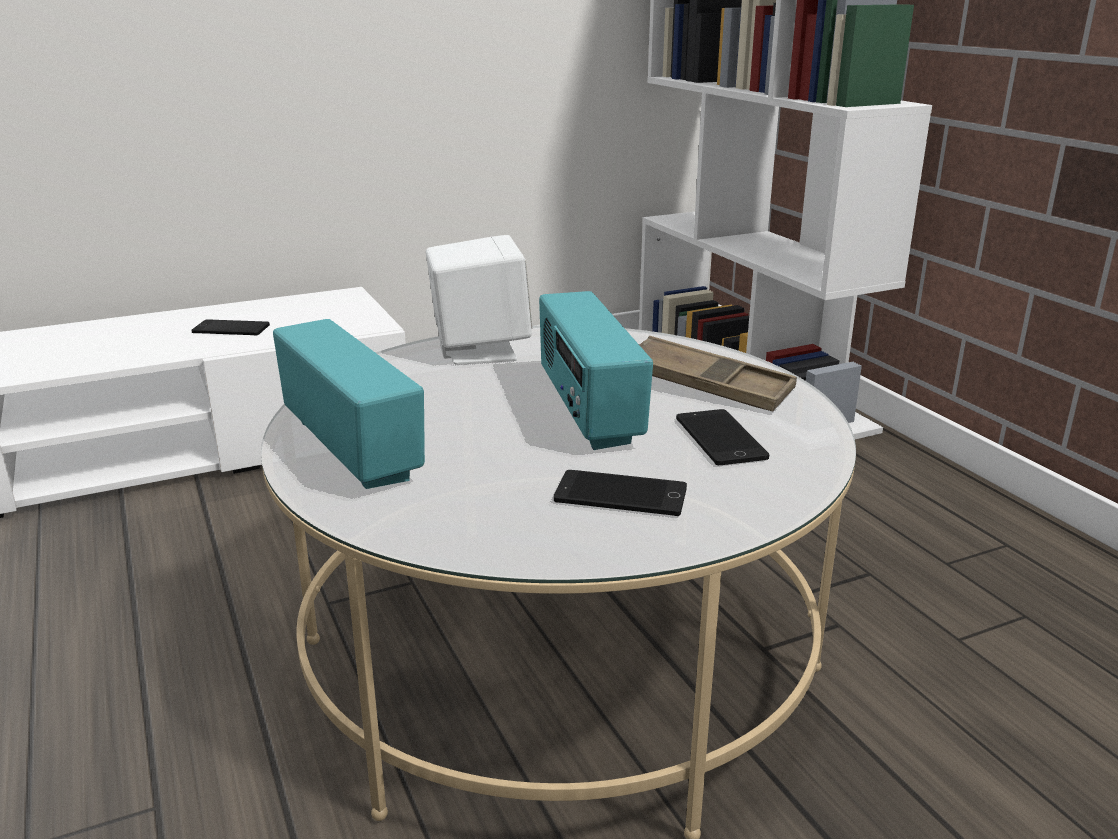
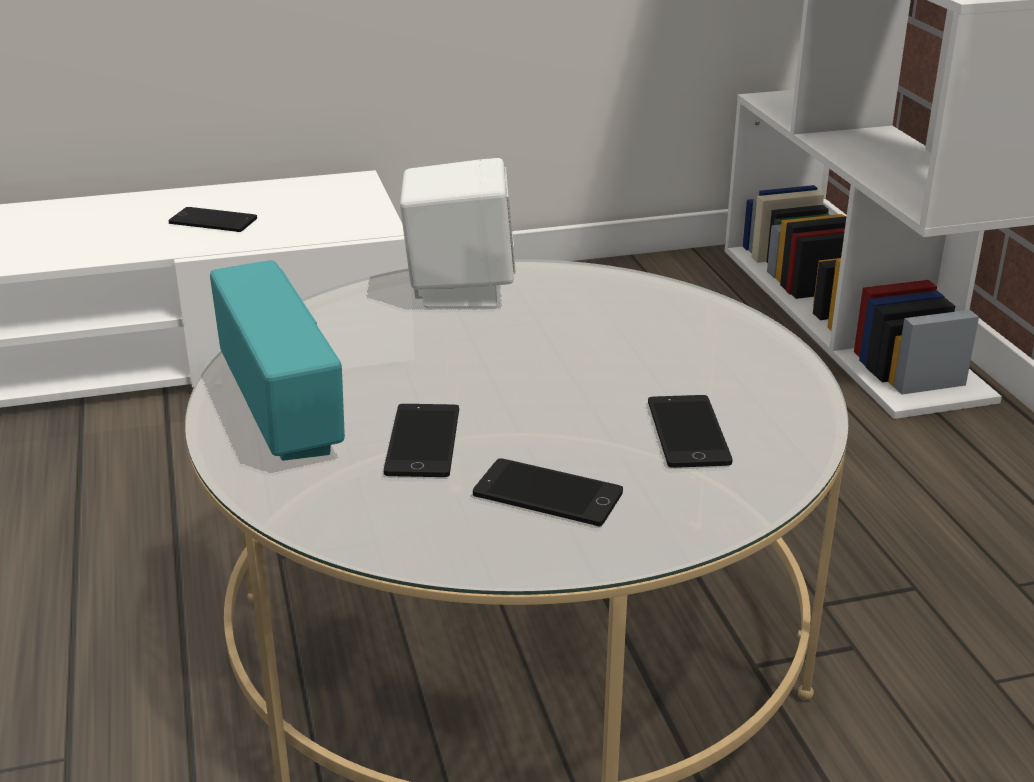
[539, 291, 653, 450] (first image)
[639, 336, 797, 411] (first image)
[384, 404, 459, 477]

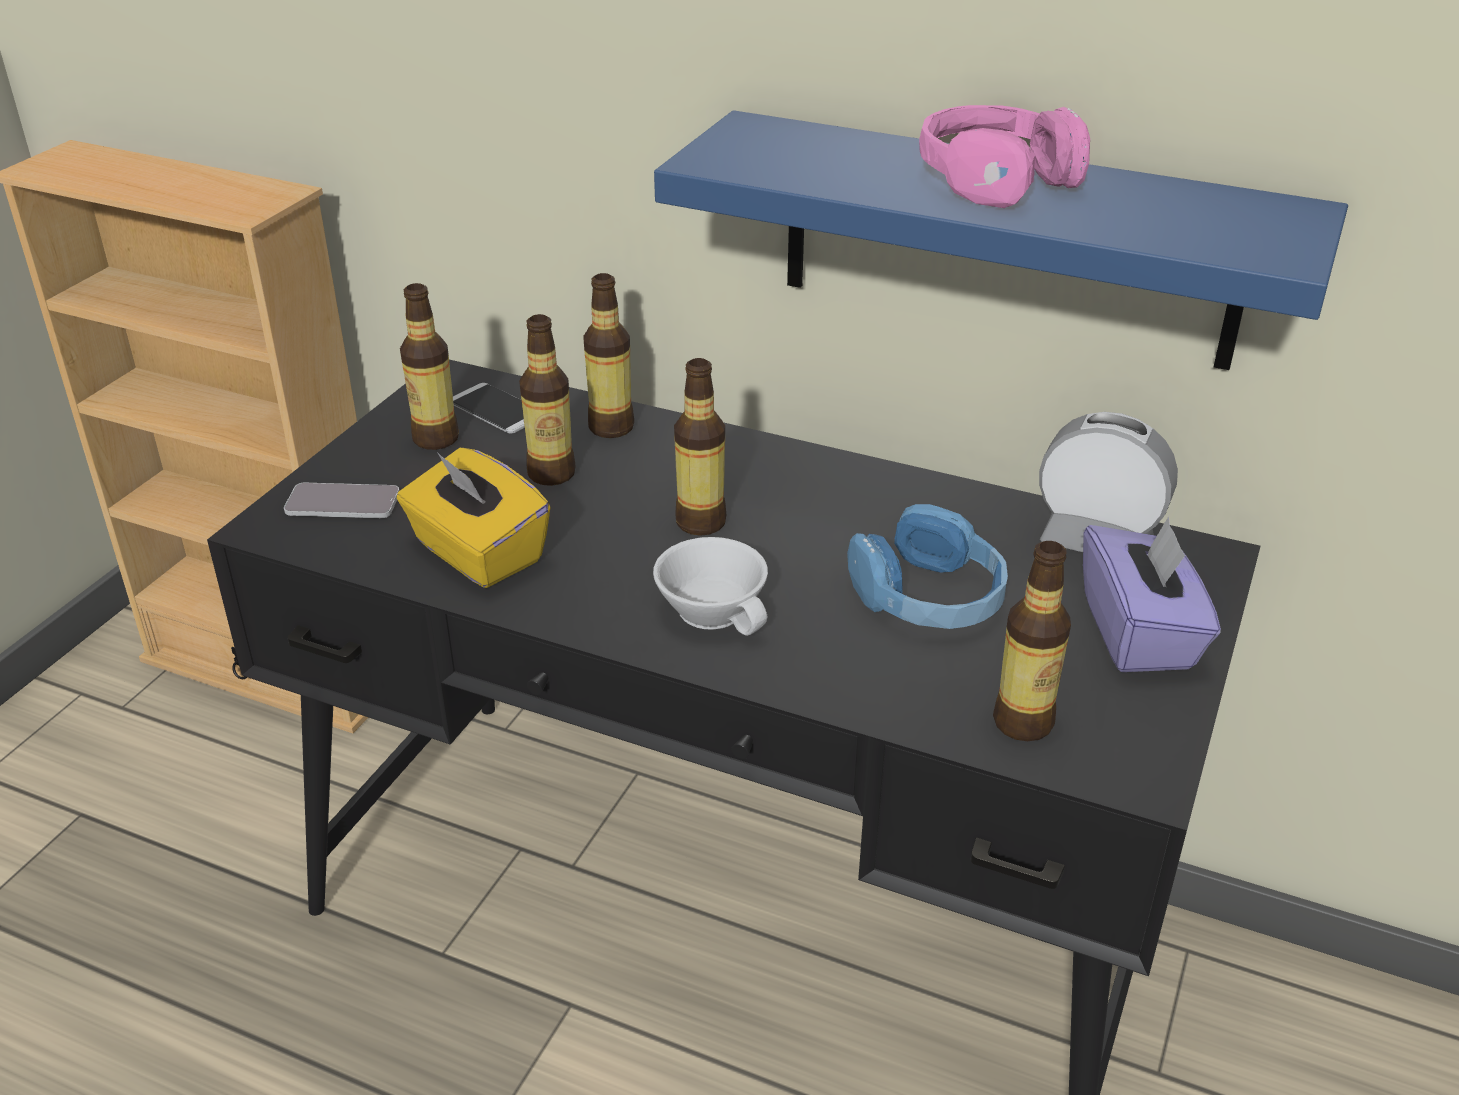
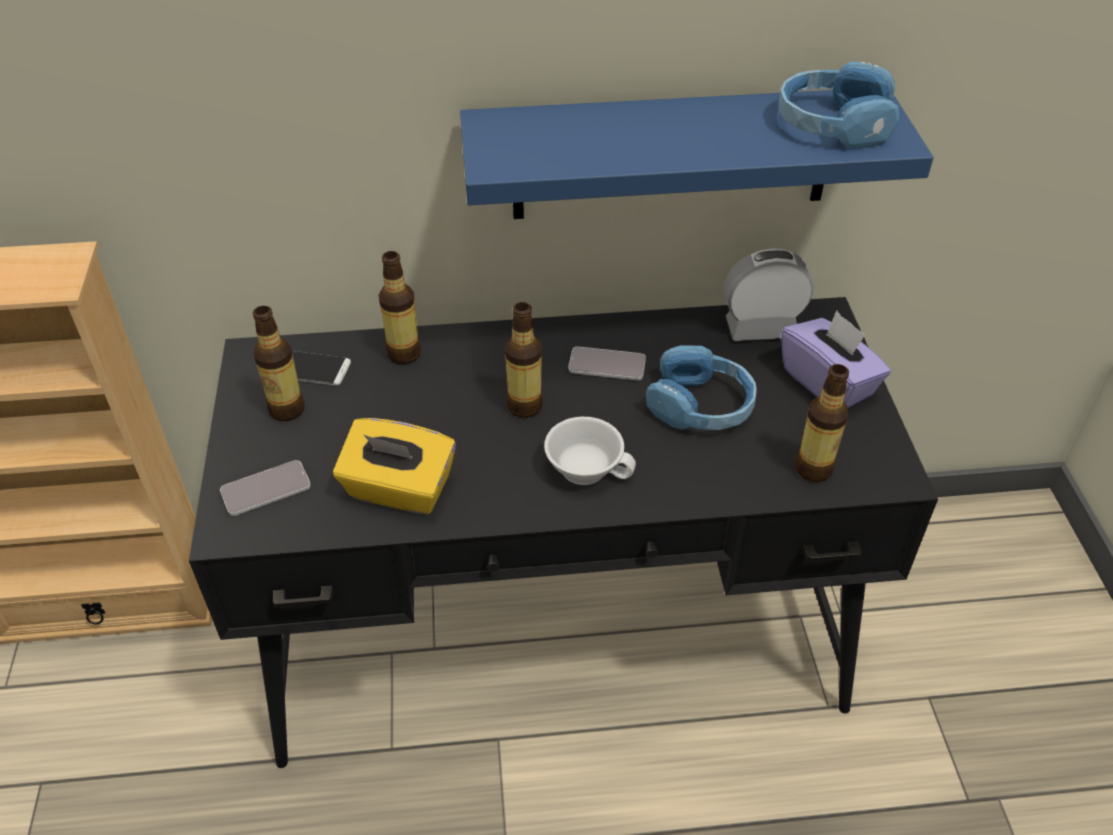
[919, 105, 1090, 208] (first image)
[519, 314, 576, 486] (first image)
[778, 61, 900, 148]
[568, 347, 646, 381]

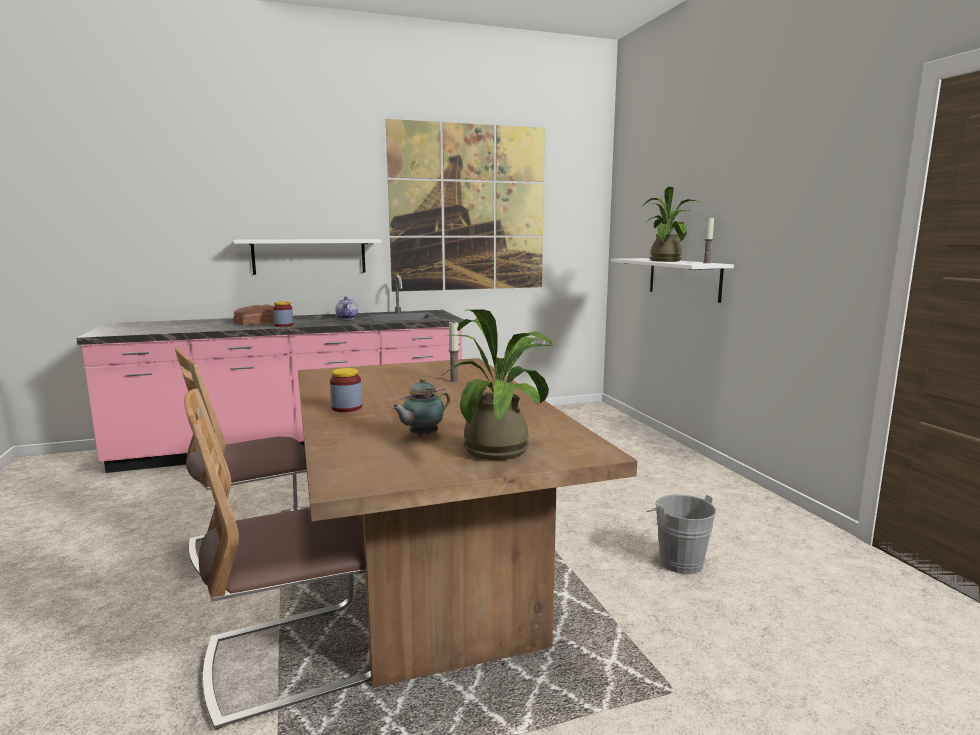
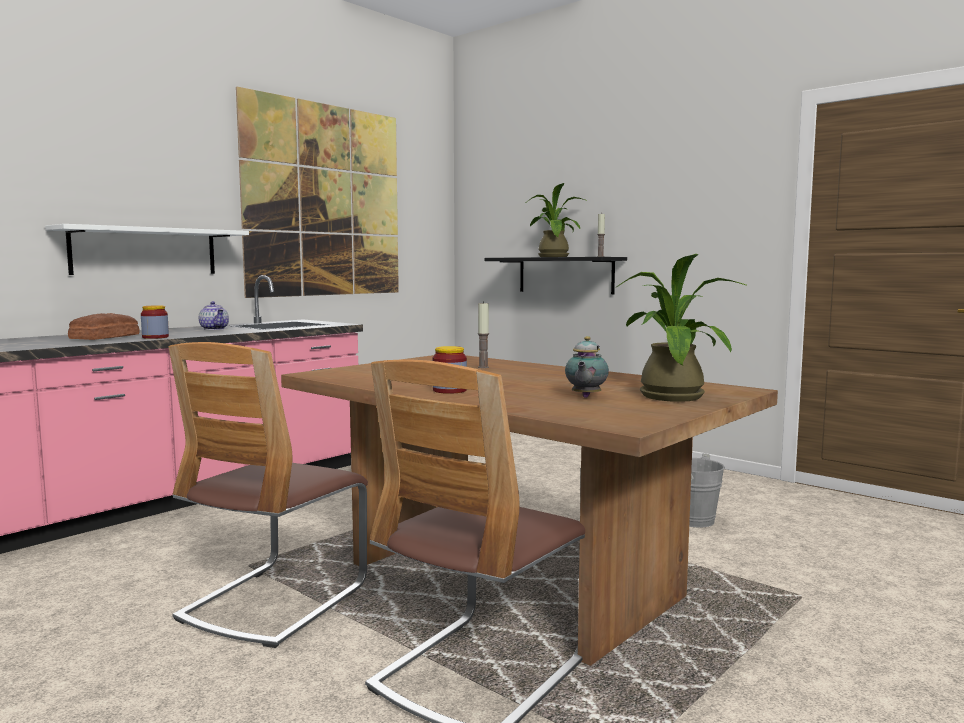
[485, 257, 627, 294]

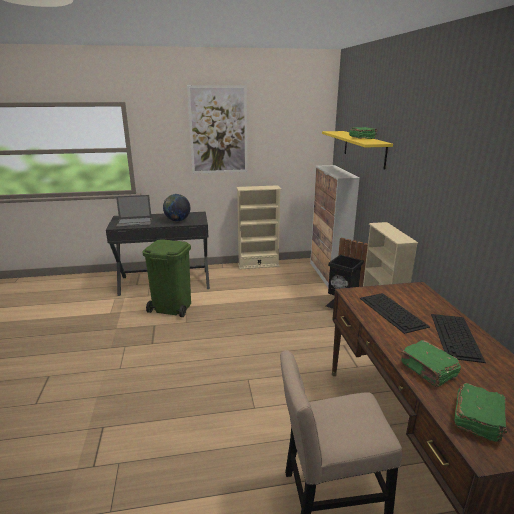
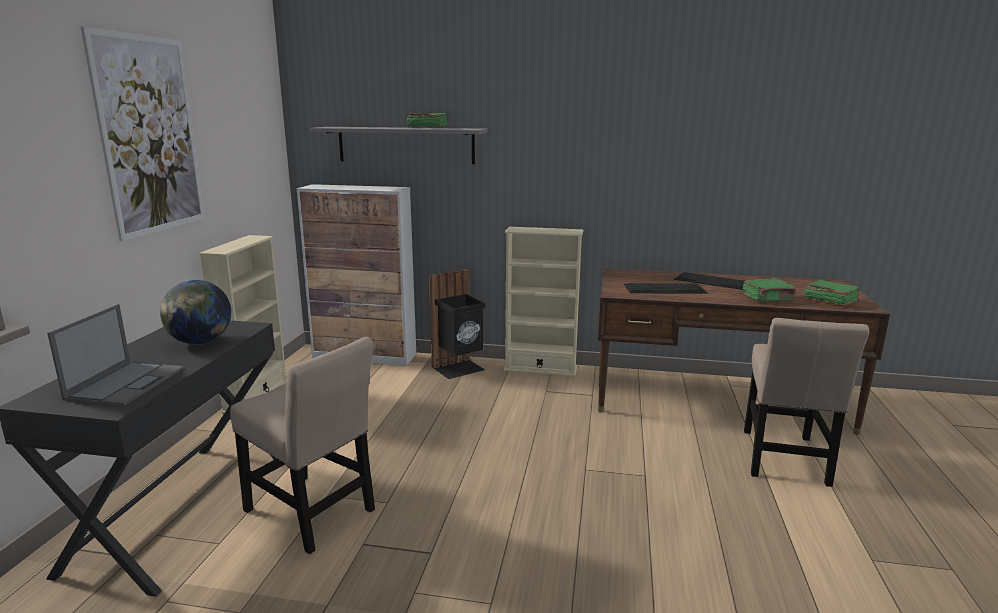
[310, 127, 488, 164]
[230, 337, 375, 554]

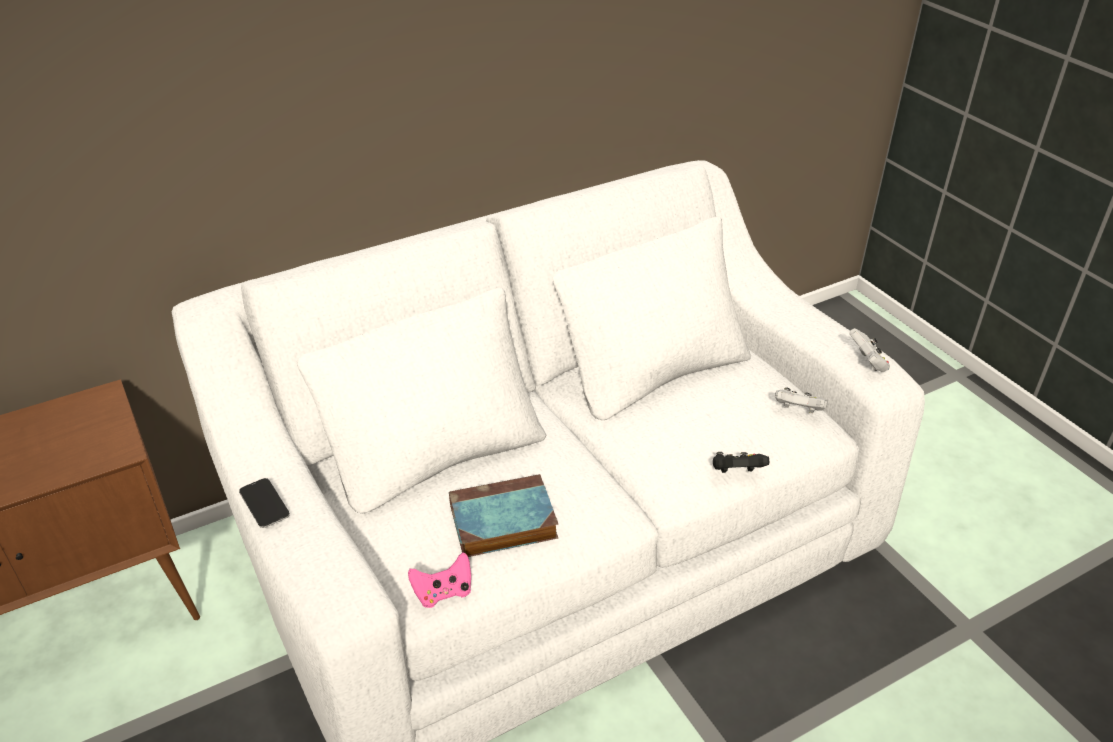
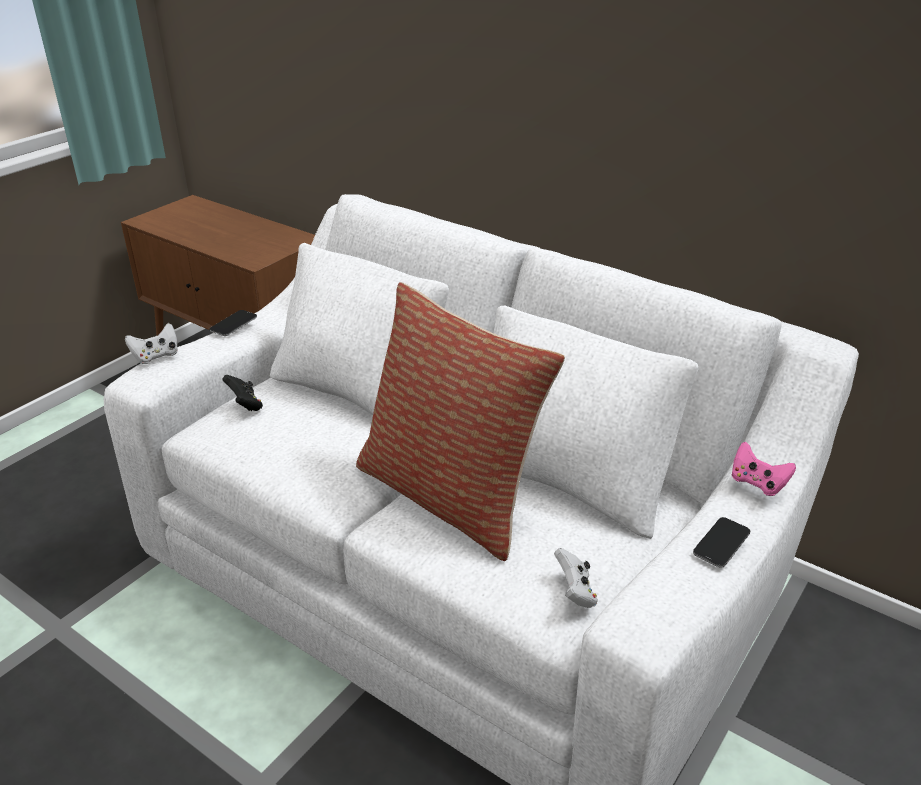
[125, 323, 178, 364]
[222, 375, 263, 411]
[449, 474, 558, 557] (first image)
[731, 442, 796, 496]
[356, 282, 565, 561]
[693, 517, 750, 568]

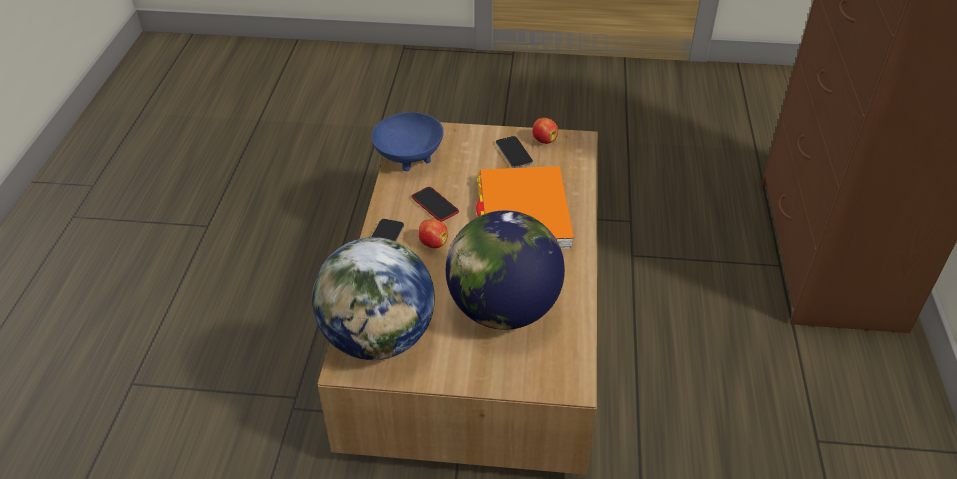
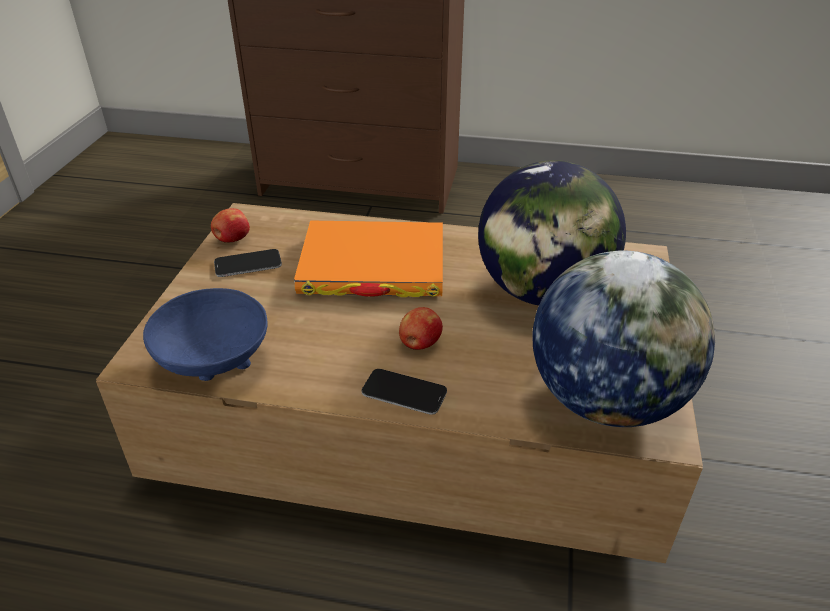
[411, 187, 459, 222] (first image)

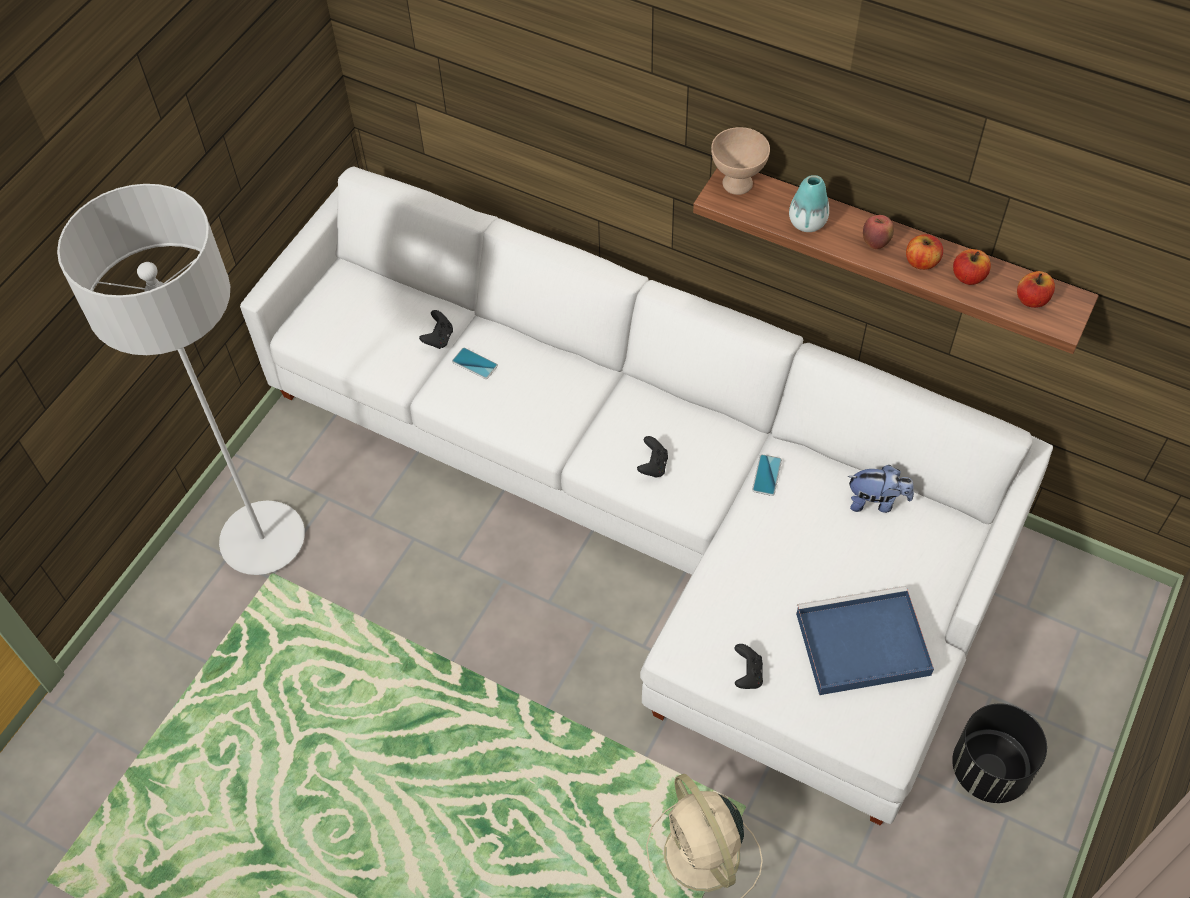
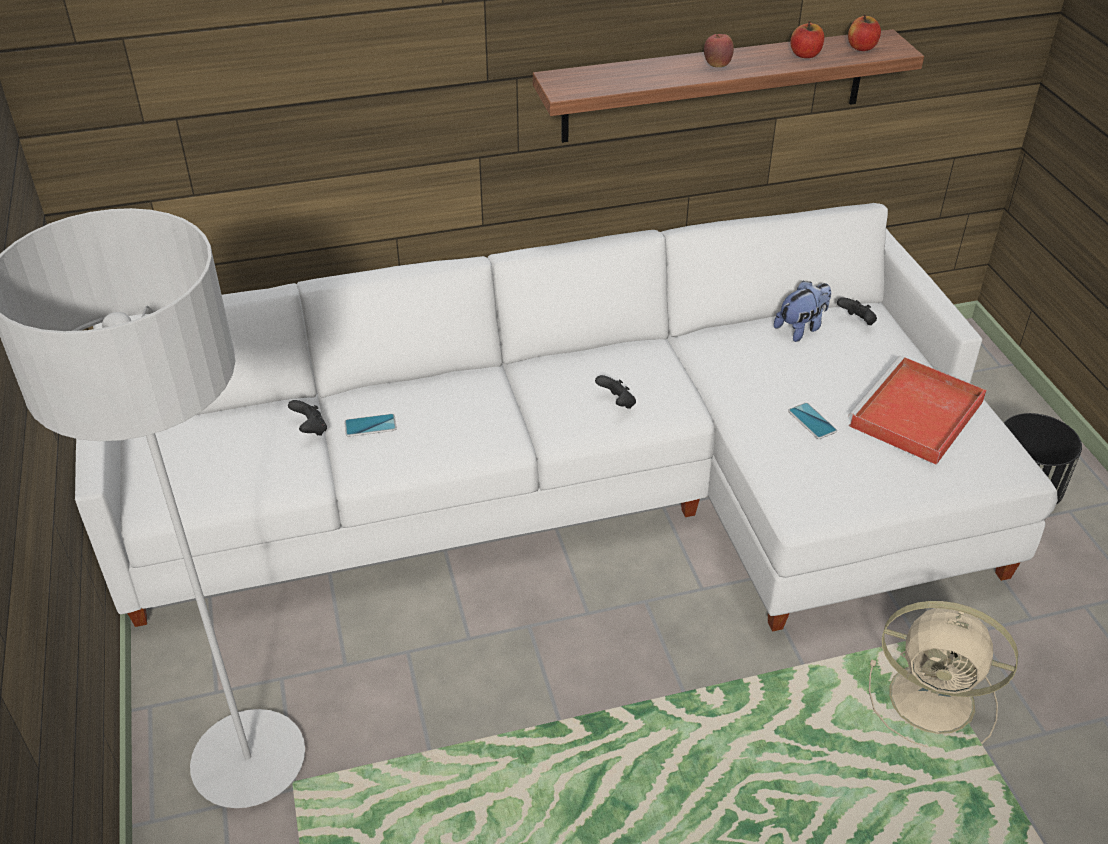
[711, 127, 770, 195] (first image)
[789, 175, 829, 232] (first image)
[906, 234, 943, 270] (first image)
[788, 403, 837, 439]
[848, 356, 987, 465]
[837, 297, 877, 325]

